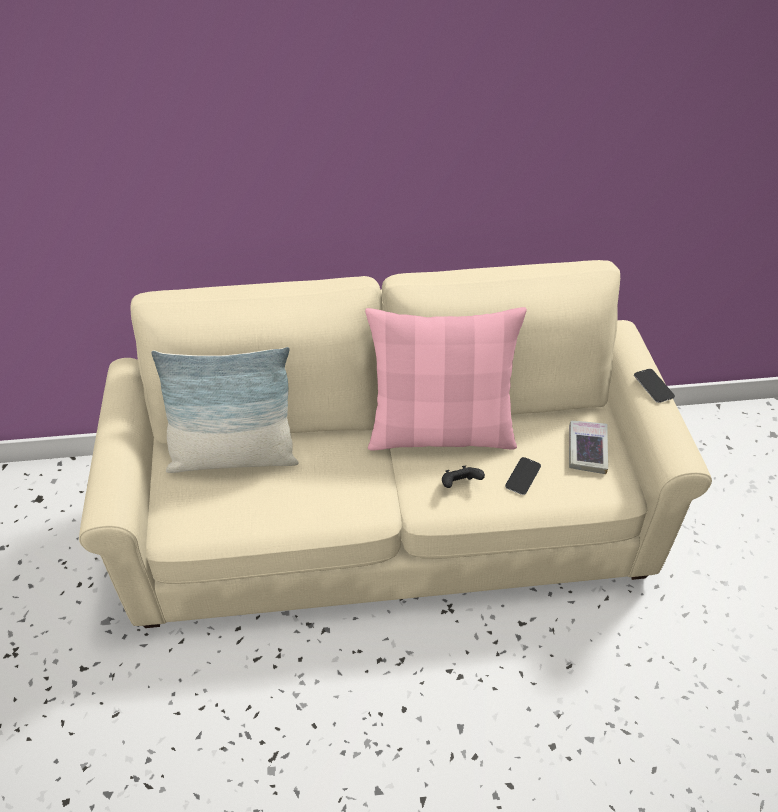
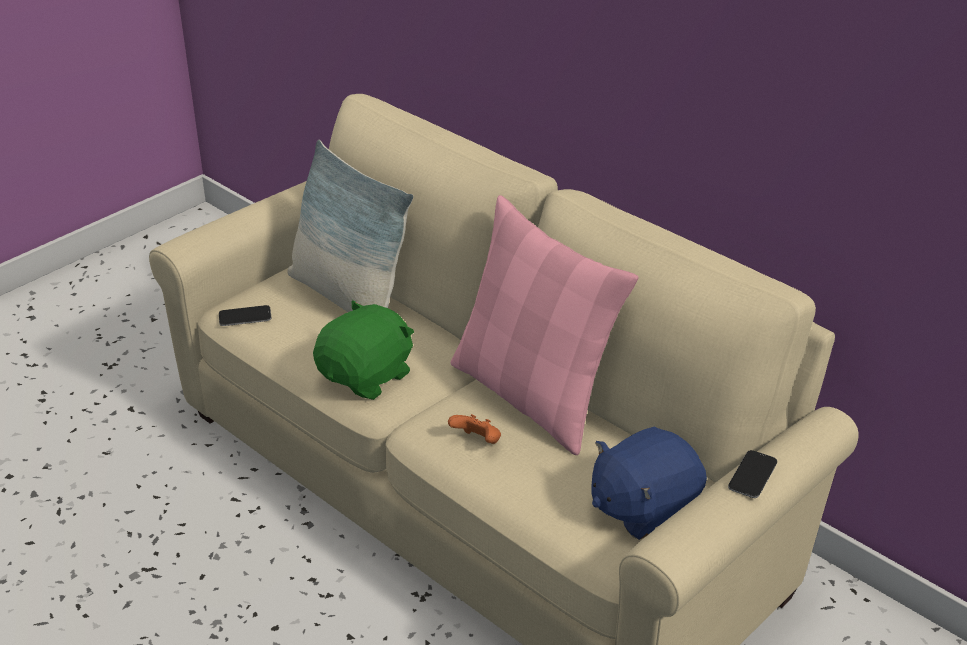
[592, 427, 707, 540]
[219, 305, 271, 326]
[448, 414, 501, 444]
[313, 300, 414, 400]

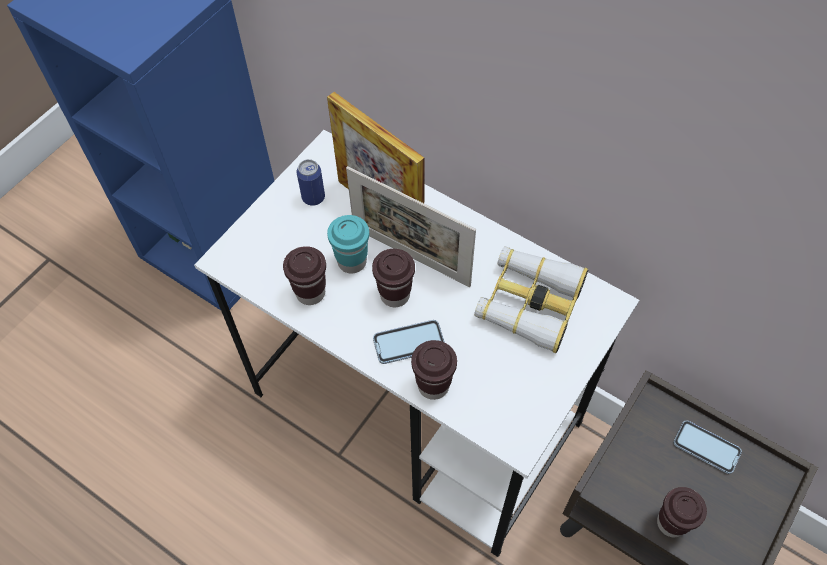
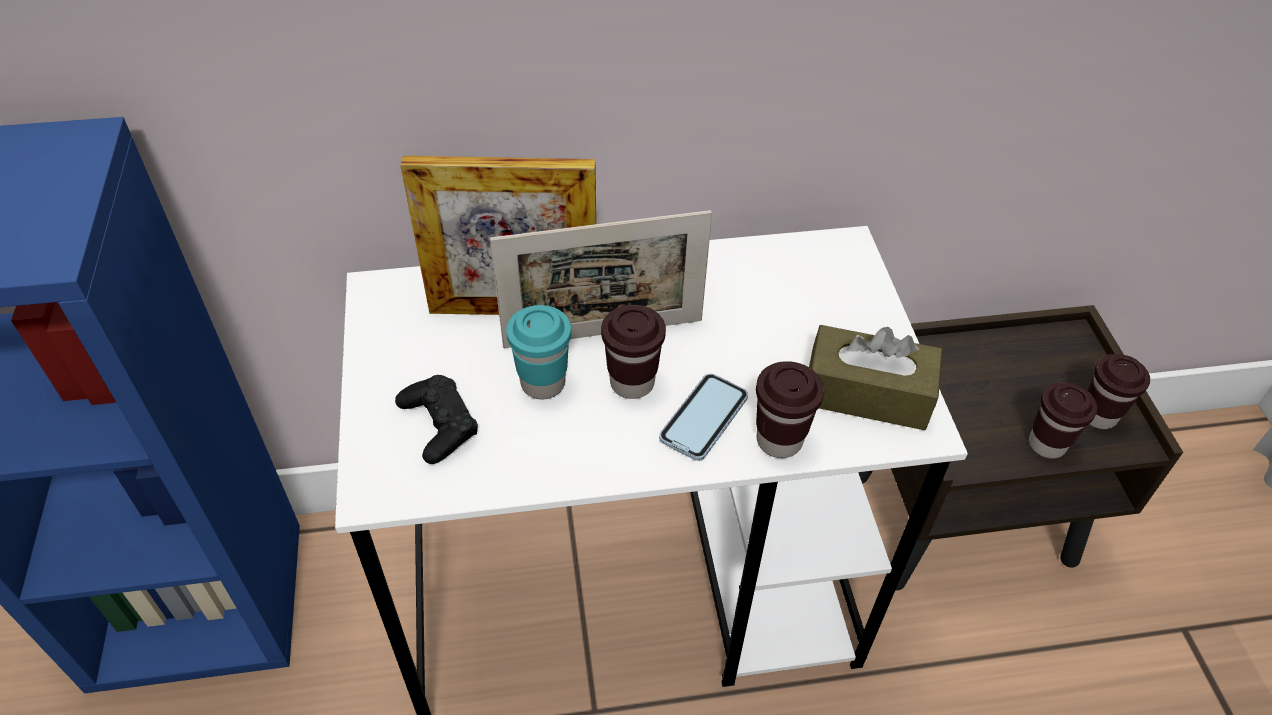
[297, 159, 325, 206] (first image)
[1087, 354, 1150, 429]
[474, 246, 588, 353] (first image)
[673, 420, 742, 474] (first image)
[809, 325, 942, 430]
[395, 375, 478, 464]

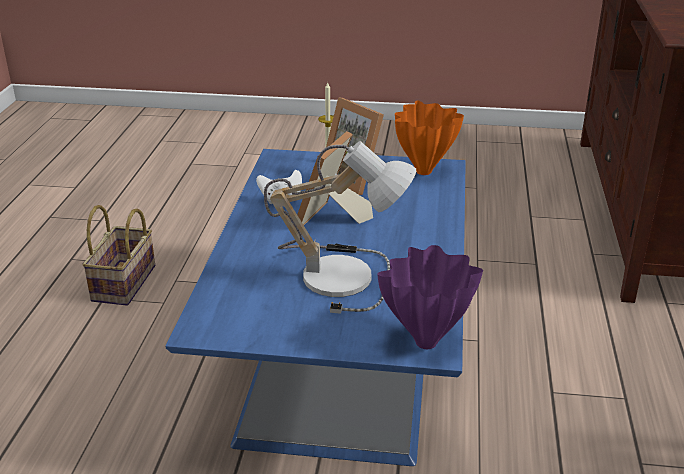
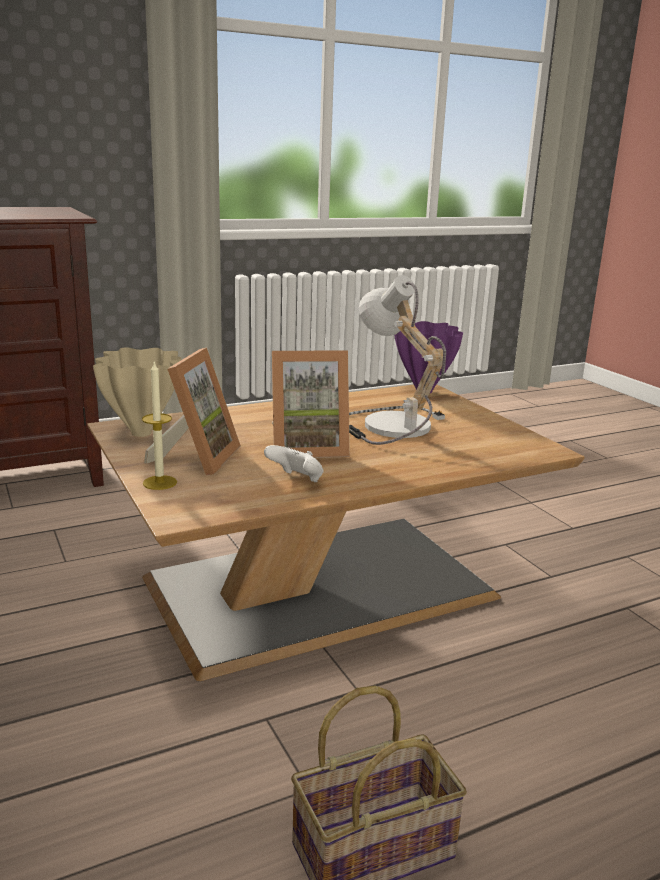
[93, 347, 181, 437]
[87, 384, 585, 681]

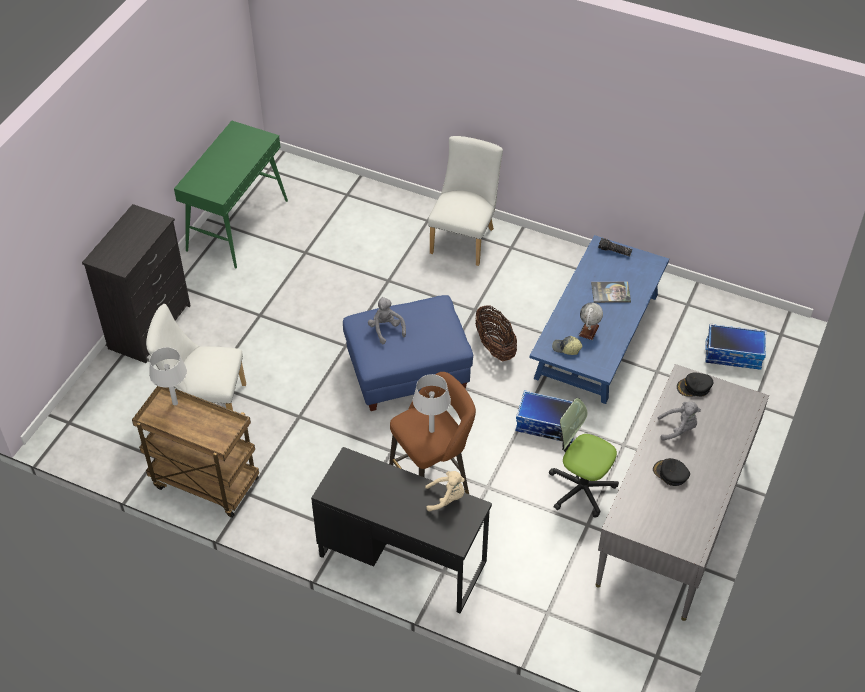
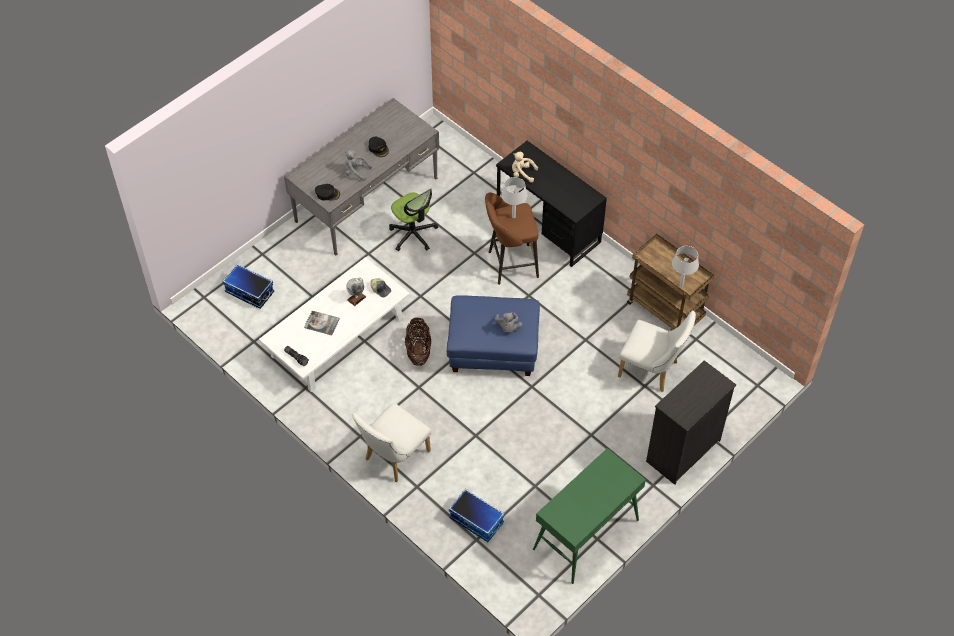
[259, 257, 410, 392]
[449, 489, 504, 542]

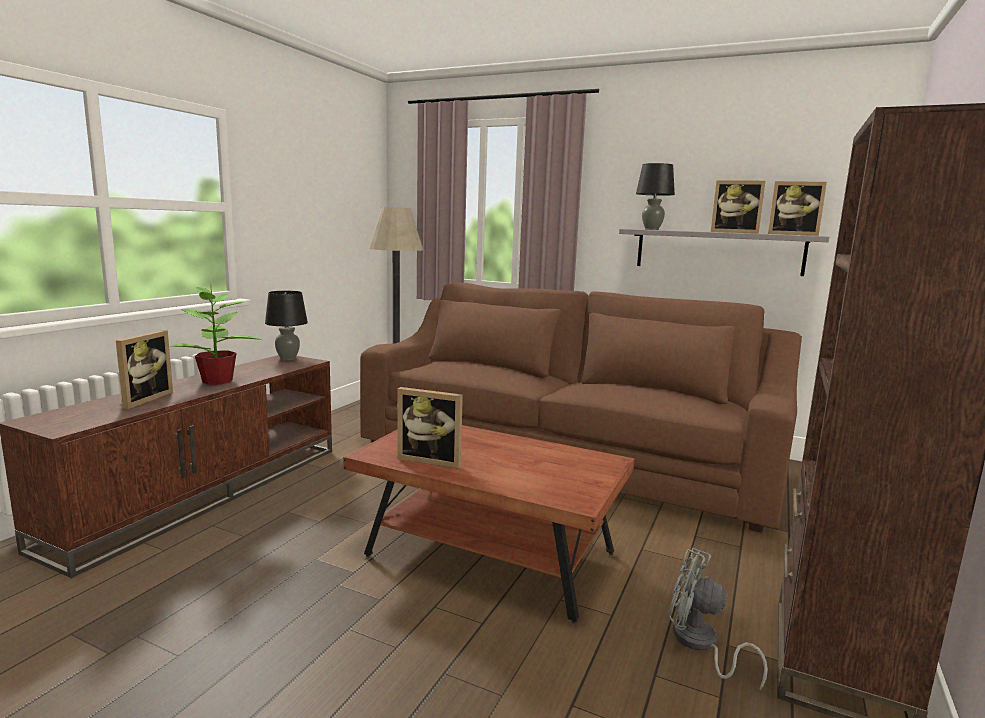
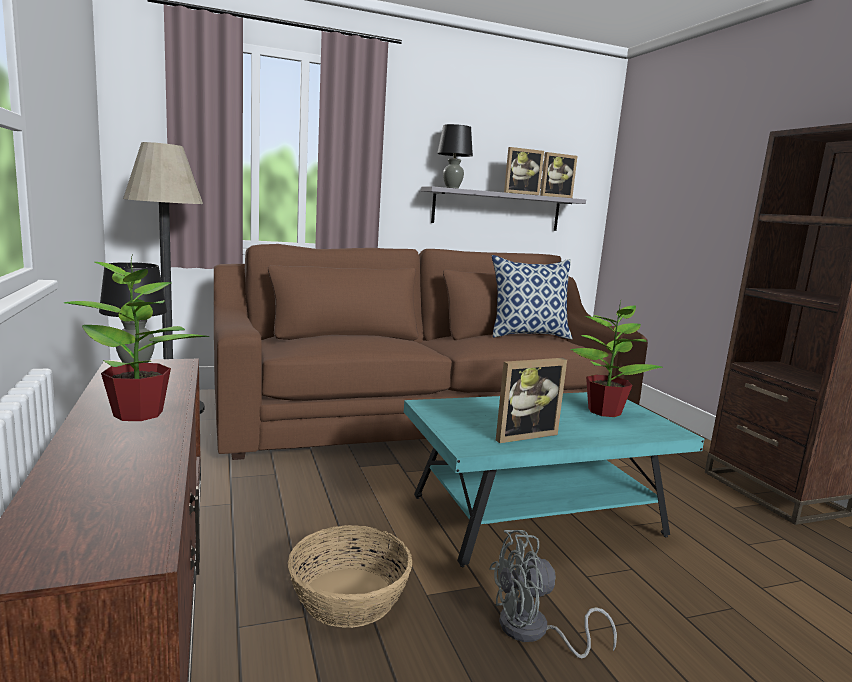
[116, 330, 173, 409] (first image)
[404, 392, 705, 567]
[489, 530, 617, 658]
[492, 255, 573, 339]
[570, 301, 663, 417]
[288, 525, 412, 628]

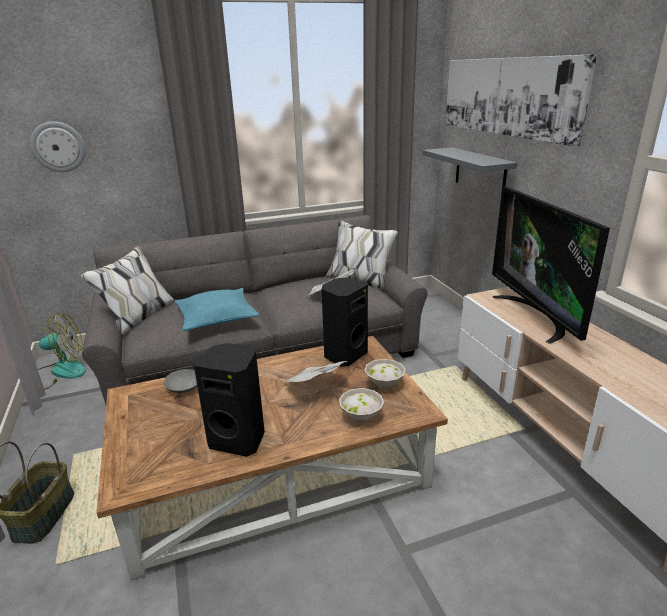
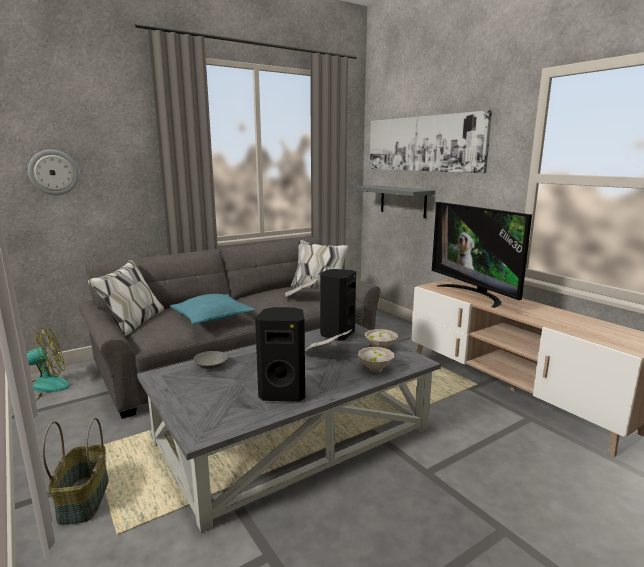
[137, 323, 441, 532]

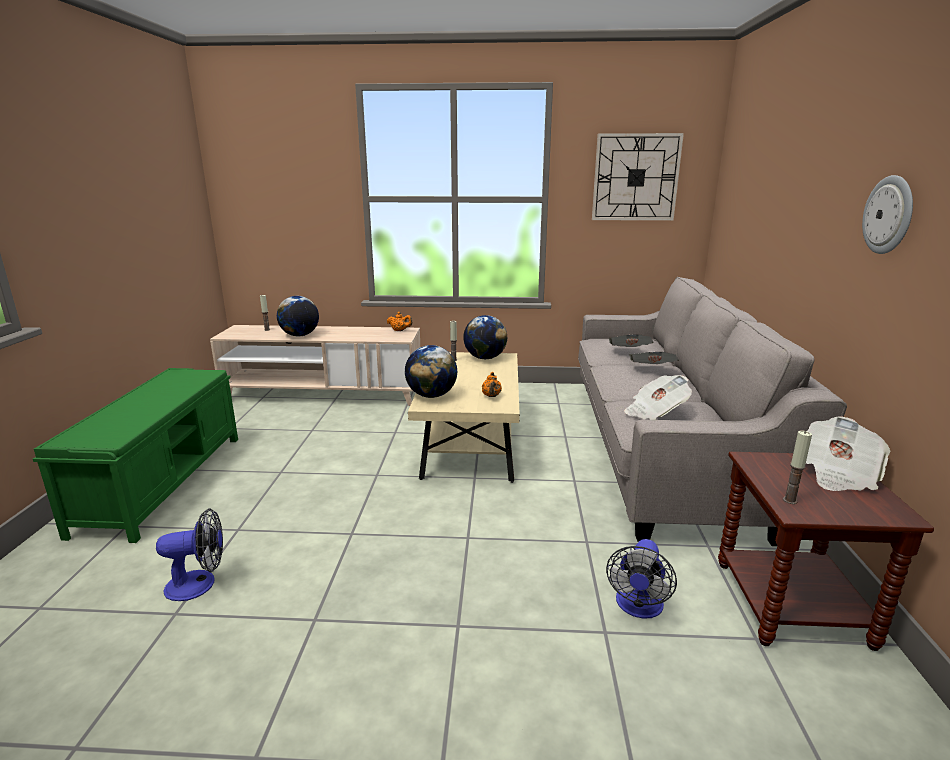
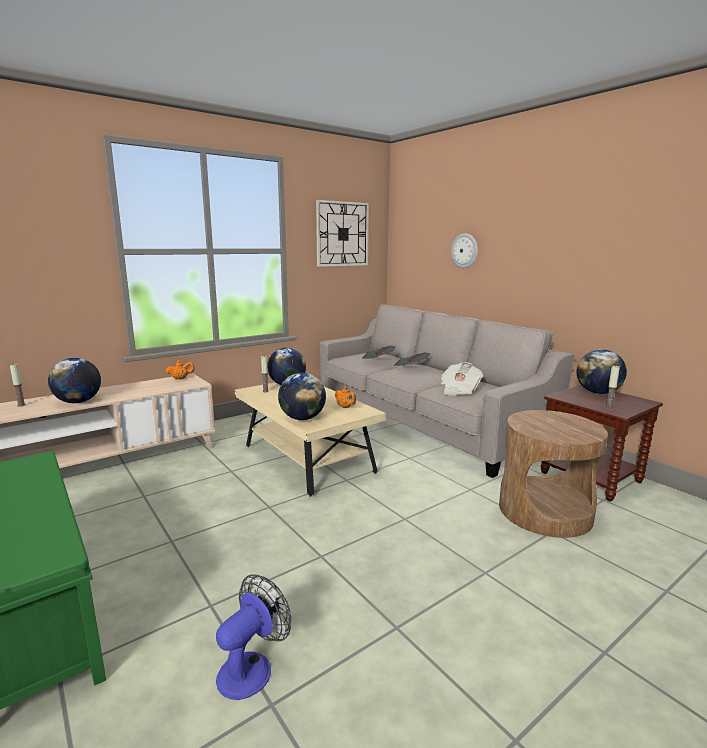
[451, 233, 478, 268]
[577, 349, 627, 394]
[499, 410, 608, 538]

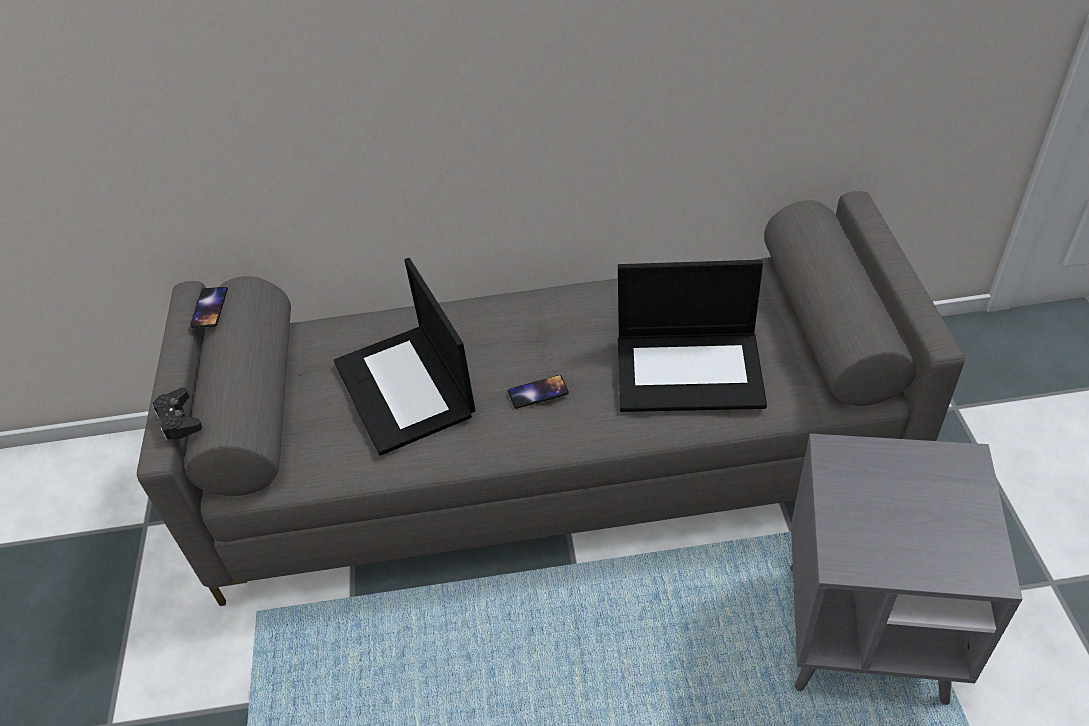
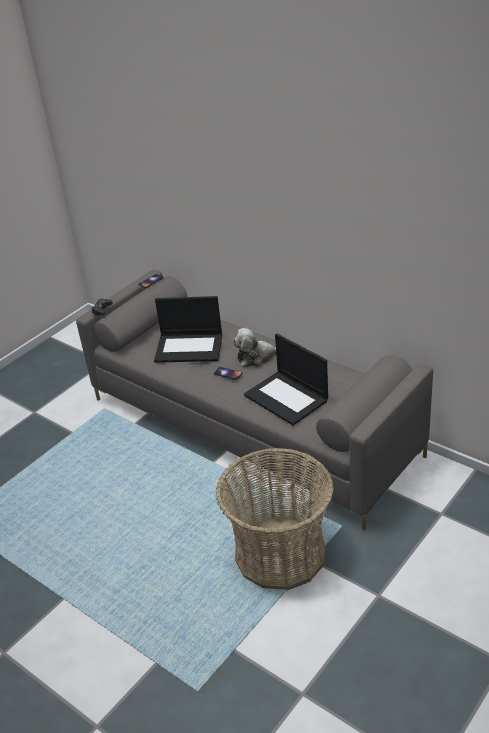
[154, 296, 222, 363]
[216, 448, 334, 591]
[233, 328, 276, 367]

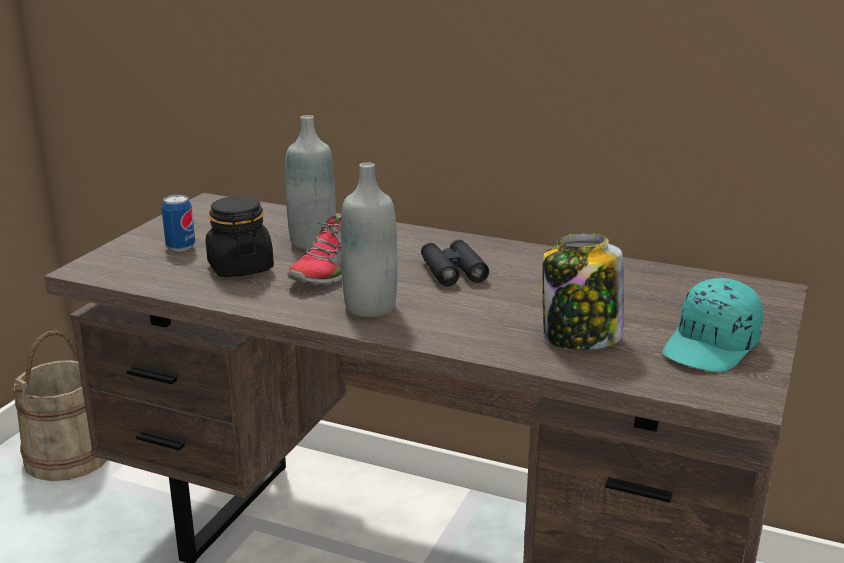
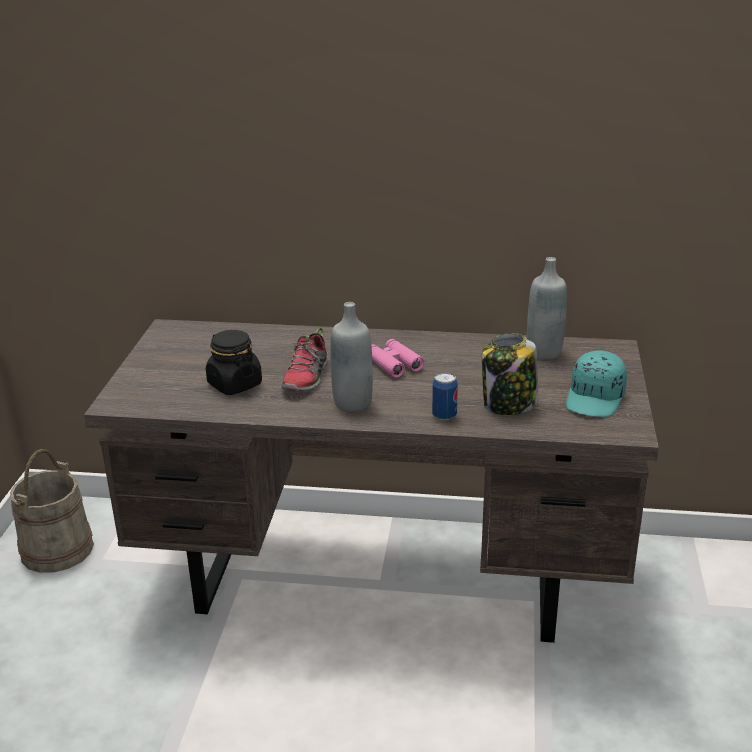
[527, 257, 567, 360]
[432, 372, 458, 421]
[371, 339, 424, 378]

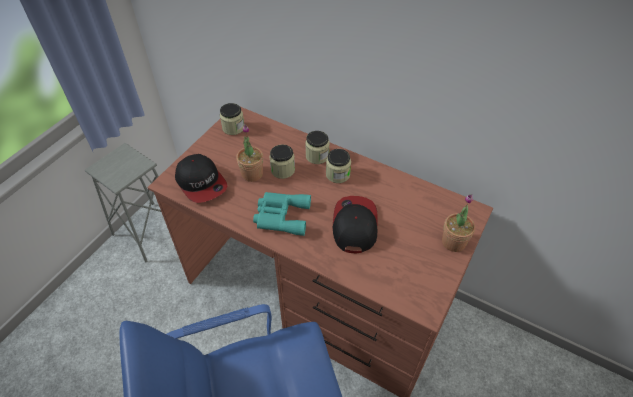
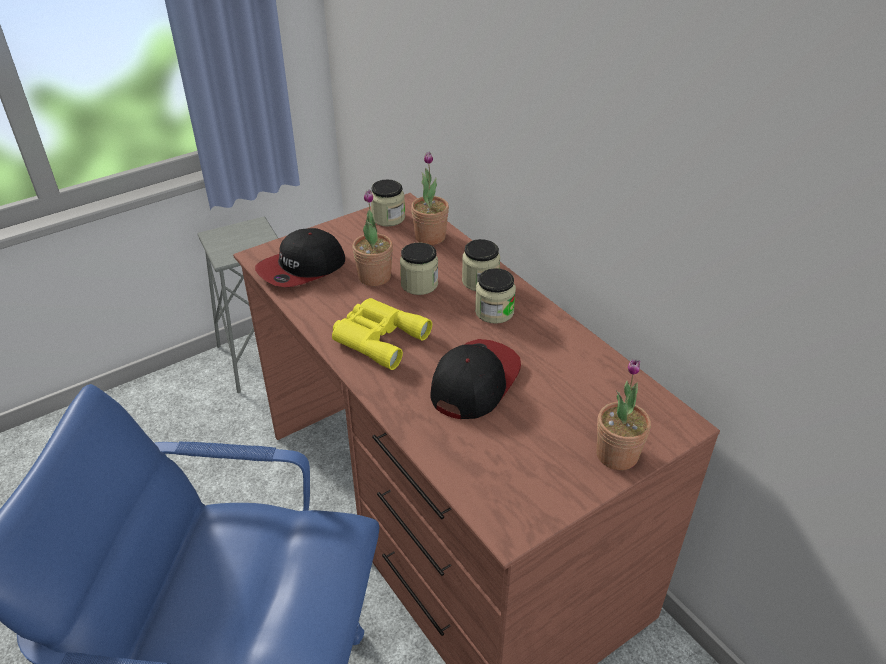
[255, 228, 345, 287]
[332, 298, 432, 370]
[411, 151, 449, 245]

